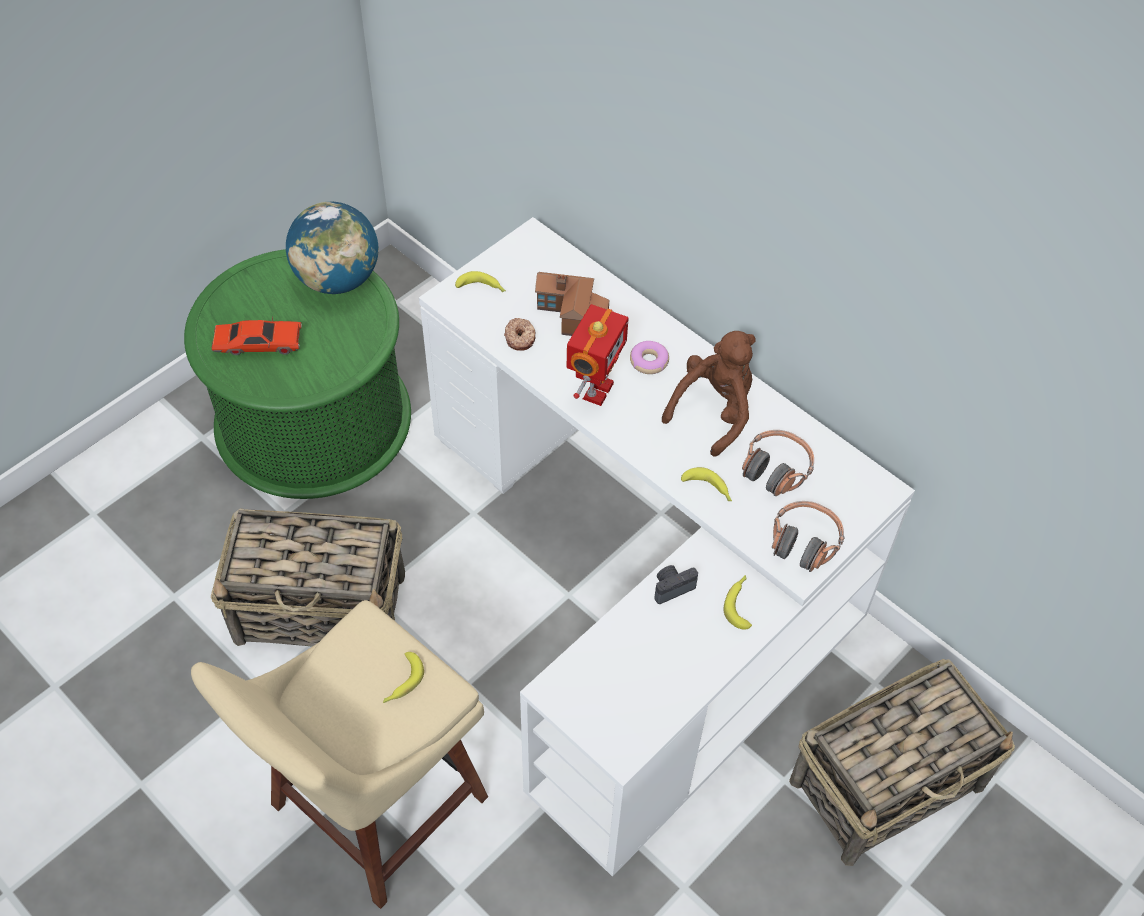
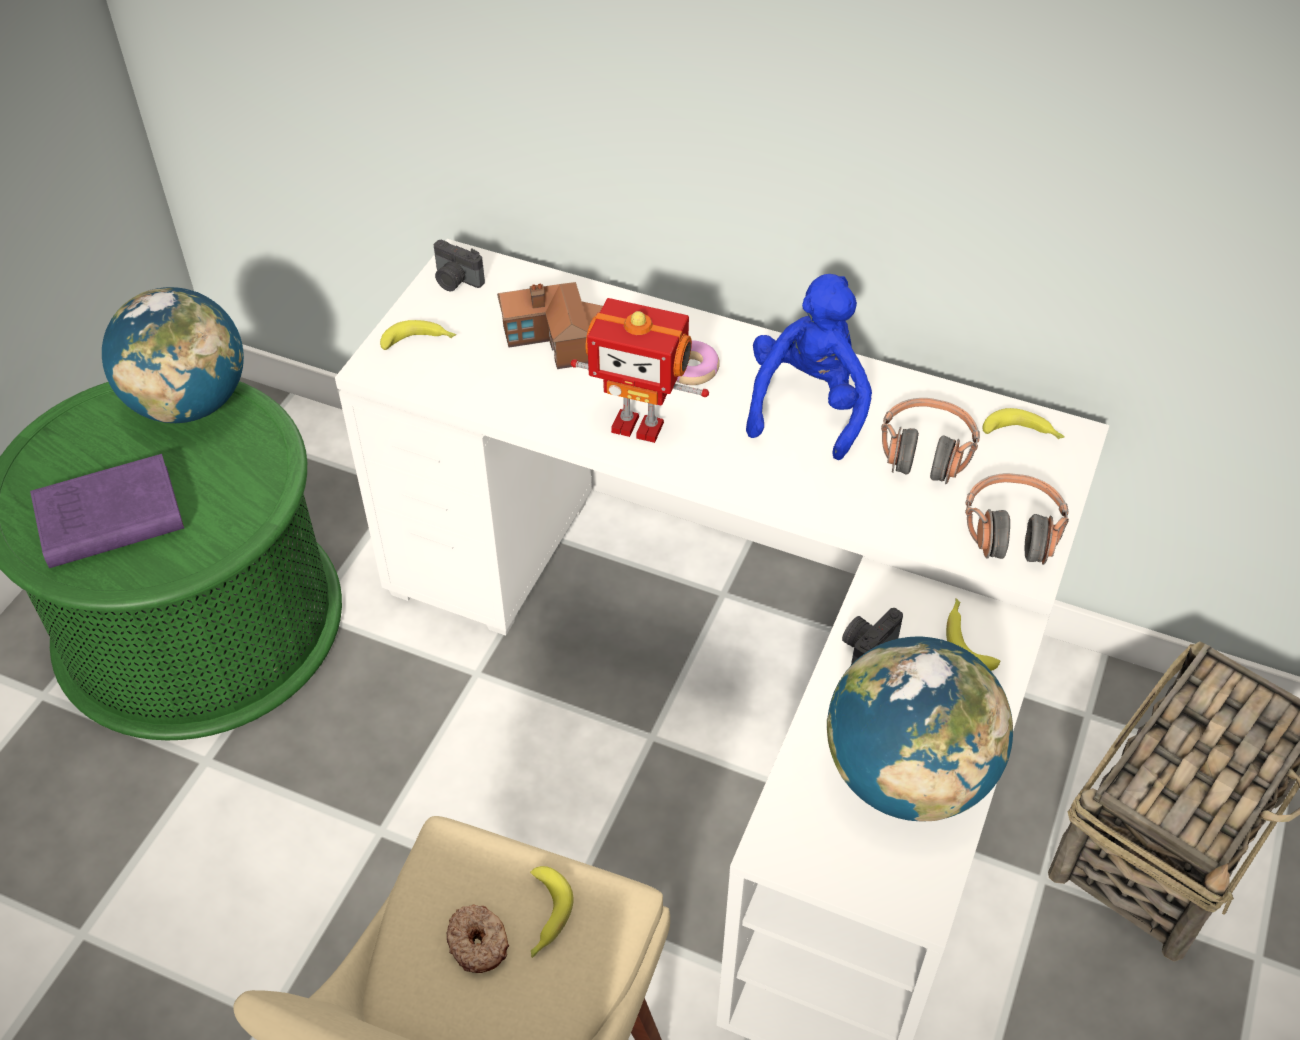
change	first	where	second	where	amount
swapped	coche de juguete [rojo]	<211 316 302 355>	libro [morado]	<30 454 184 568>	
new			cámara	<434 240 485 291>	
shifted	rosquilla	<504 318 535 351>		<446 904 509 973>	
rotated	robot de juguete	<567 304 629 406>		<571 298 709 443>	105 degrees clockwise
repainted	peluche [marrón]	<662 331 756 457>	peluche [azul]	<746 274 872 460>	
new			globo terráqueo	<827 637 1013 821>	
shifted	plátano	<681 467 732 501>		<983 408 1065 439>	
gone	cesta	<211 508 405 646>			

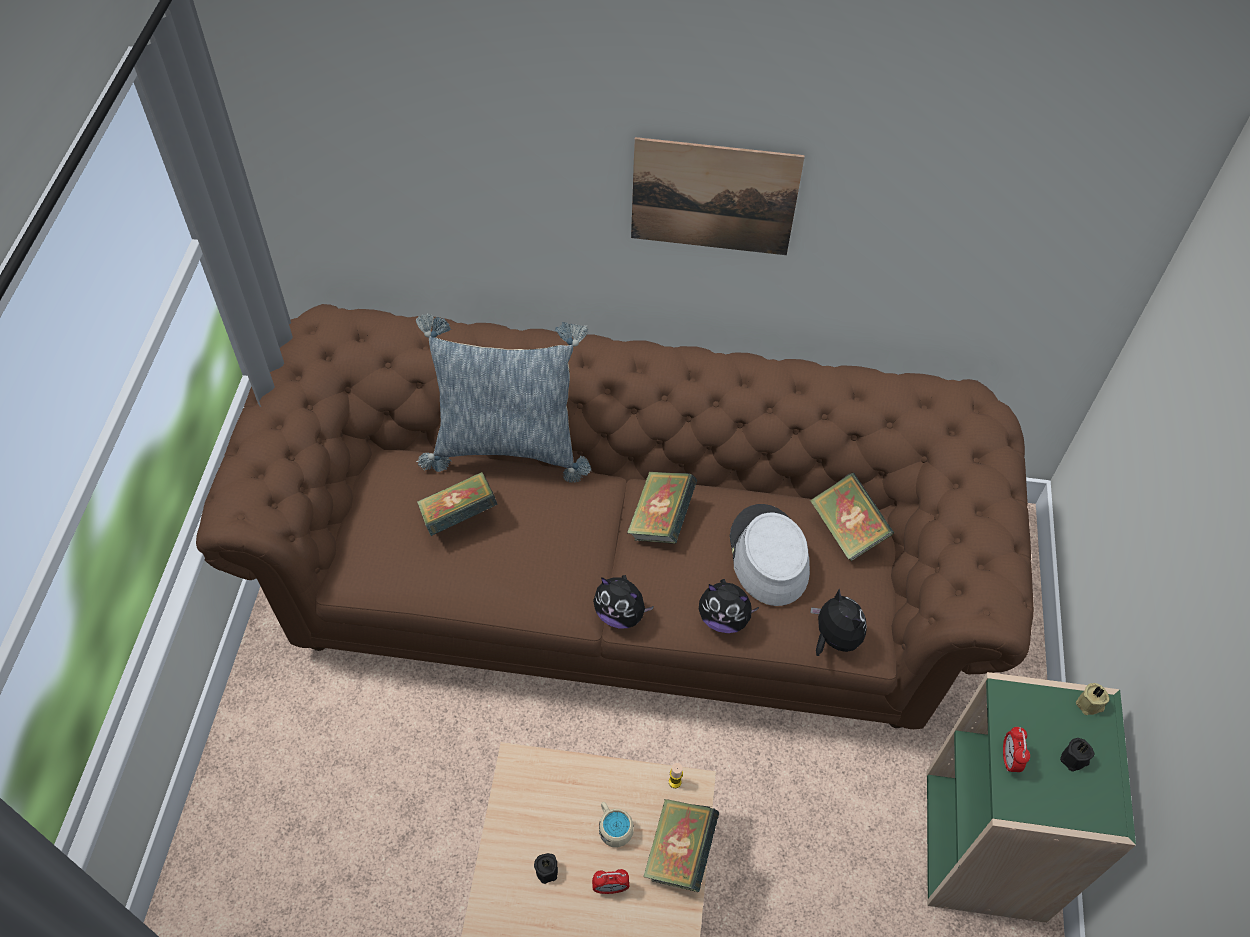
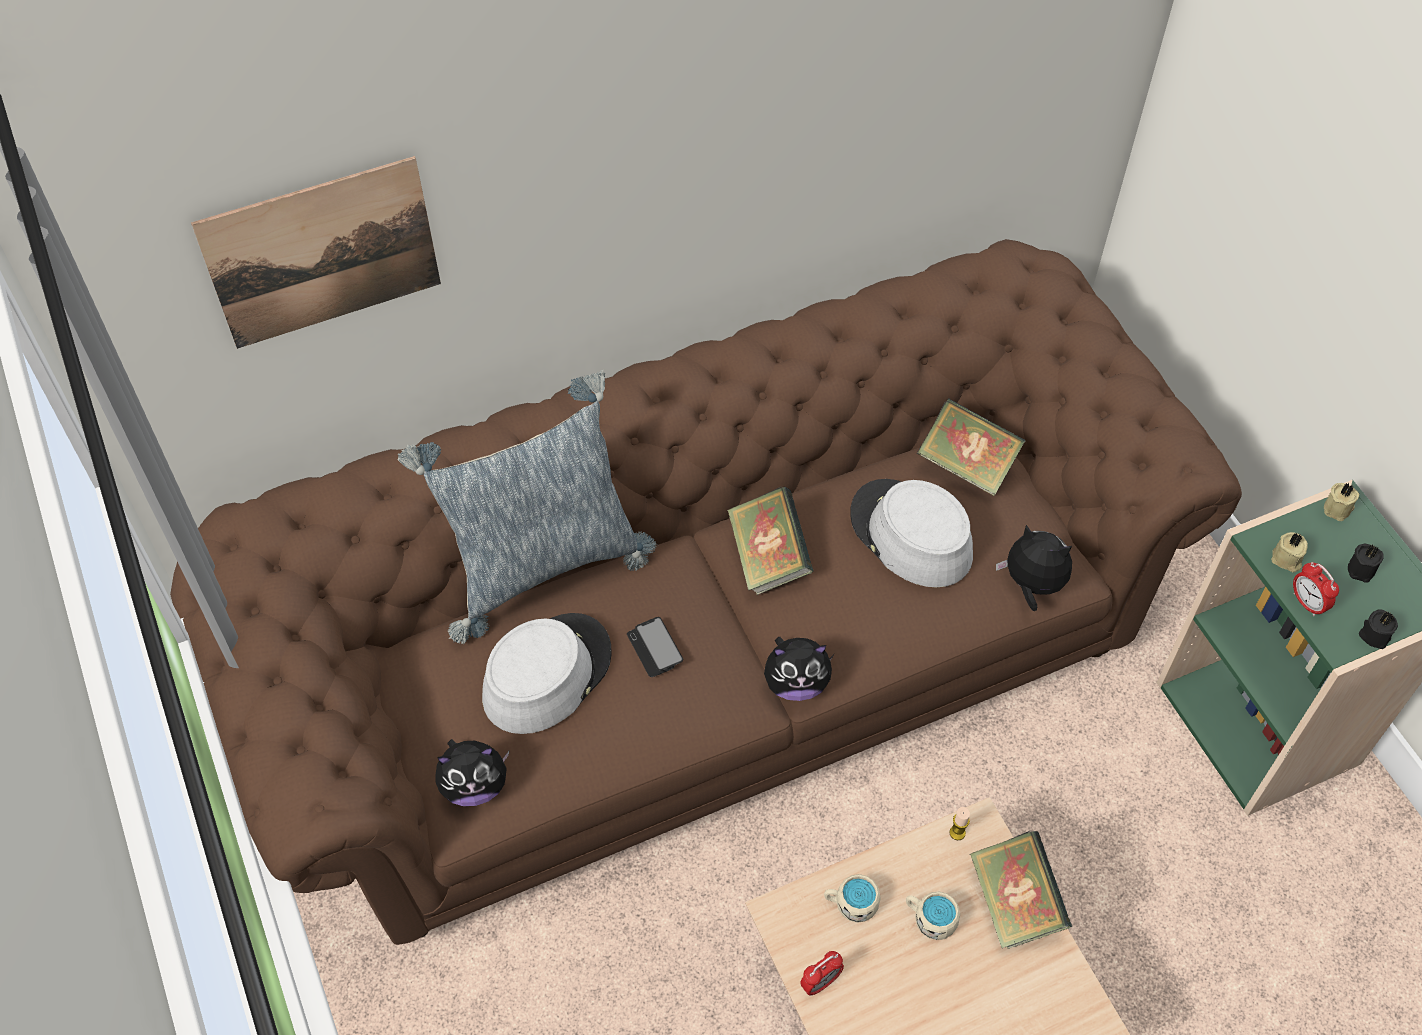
change	first	where	second	where	amount
shifted	cuadro	<631 137 805 255>		<191 156 441 349>	
shifted	peluche	<699 579 759 633>		<435 739 509 806>	
swapped	libro	<417 472 498 536>	sombrero [gris]	<482 613 612 734>	
new			móvil	<627 617 683 677>	
shifted	despertador	<592 869 629 894>		<800 951 844 996>	
new			taza grande [beis]	<824 874 880 923>	
new			vela [beis]	<1271 532 1308 572>	
shifted	vela [negro]	<534 853 558 884>		<1359 610 1398 649>	

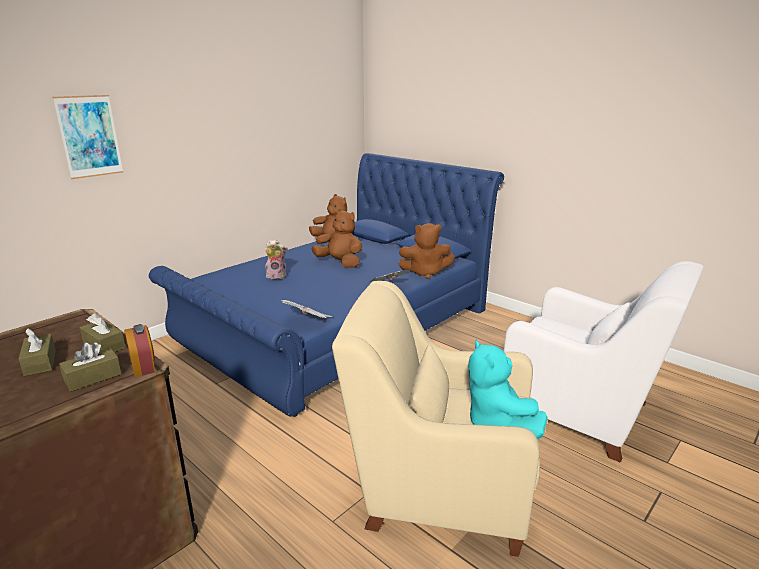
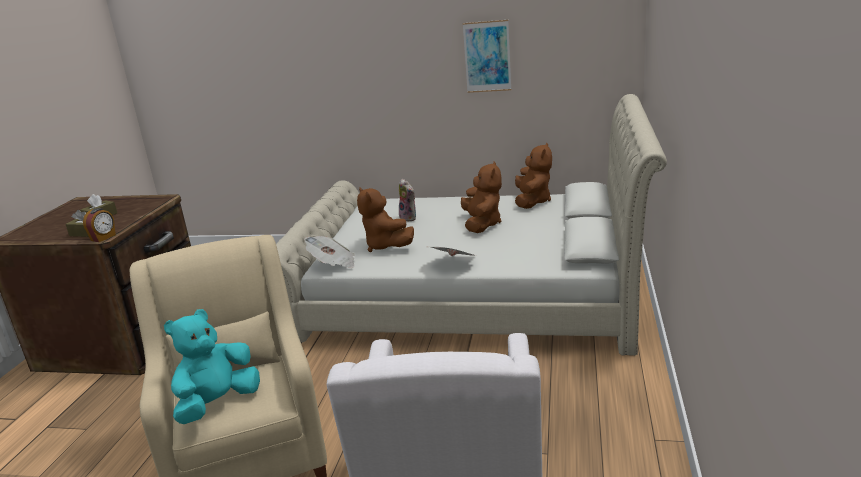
change	first	where	second	where	amount
repainted	cama [azul]	<149 153 504 417>	cama [beis]	<276 94 667 356>	
shifted	peluche [marrón]	<398 223 455 279>		<357 188 414 252>	
shifted	cuadro	<53 95 123 179>		<463 20 511 93>	
gone	caja de pañuelos [marrón]	<80 313 126 352>			

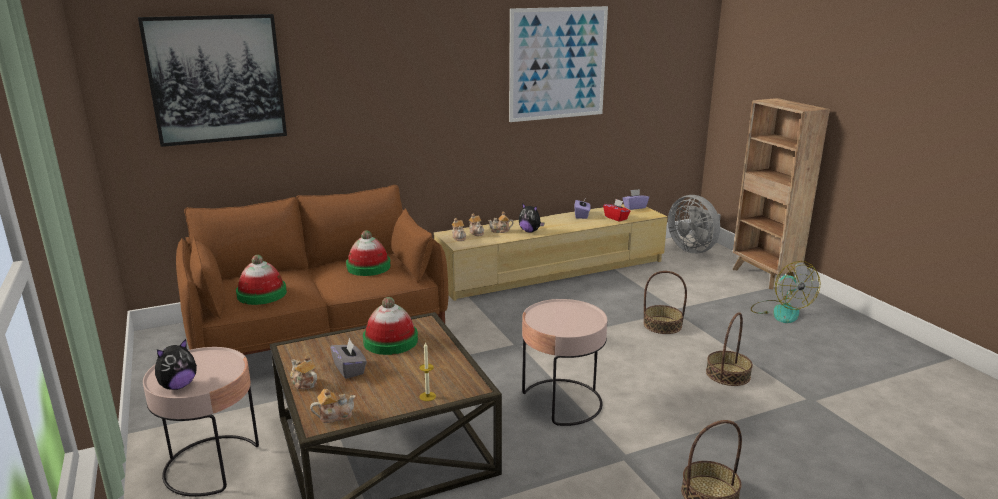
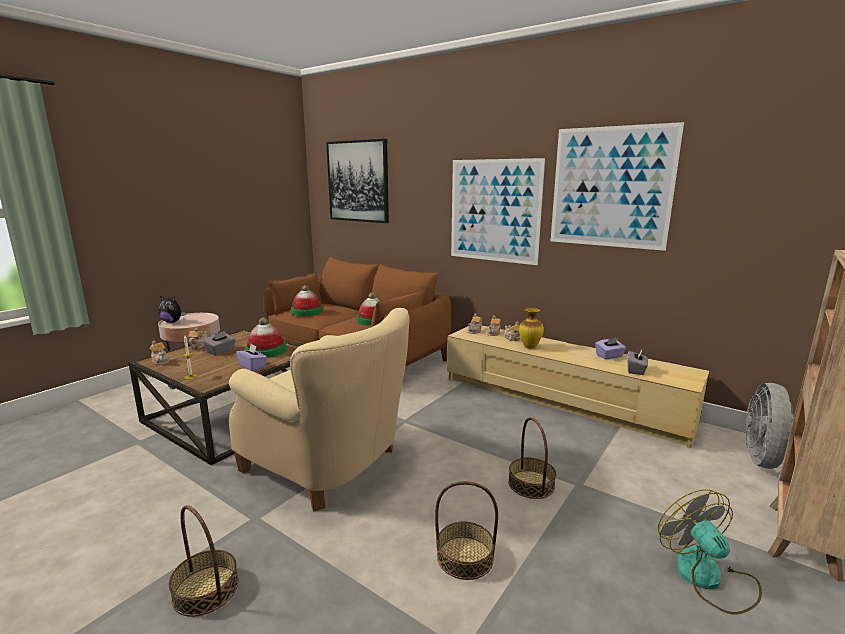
change	first	where	second	where	amount
swapped	mesa auxiliar [rosa]	<522 299 607 426>	sillón [beis]	<229 308 410 512>	
shifted	caja de pañuelos [morado]	<622 189 649 210>		<236 344 267 371>	
new			cuadro	<451 158 545 265>	
swapped	peluche	<519 203 544 233>	florero	<519 308 544 349>	
repainted	caja de pañuelos [rojo]	<603 199 630 222>	caja de pañuelos [gris]	<627 350 648 375>	
rotated	ventilador	<751 261 820 323>		<658 489 762 615>	120 degrees clockwise

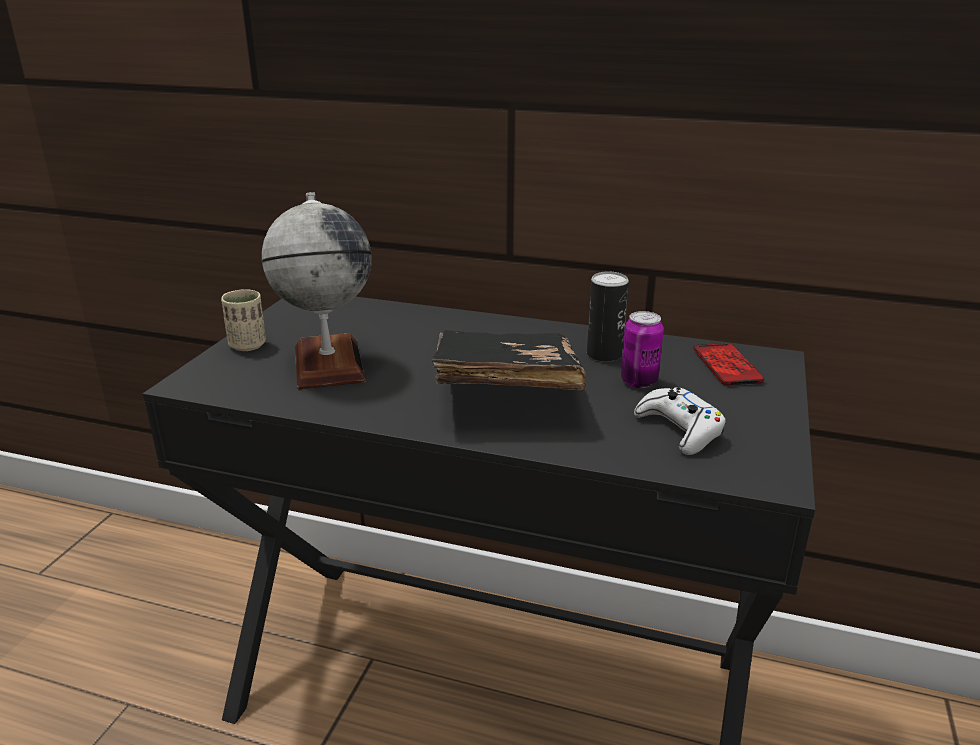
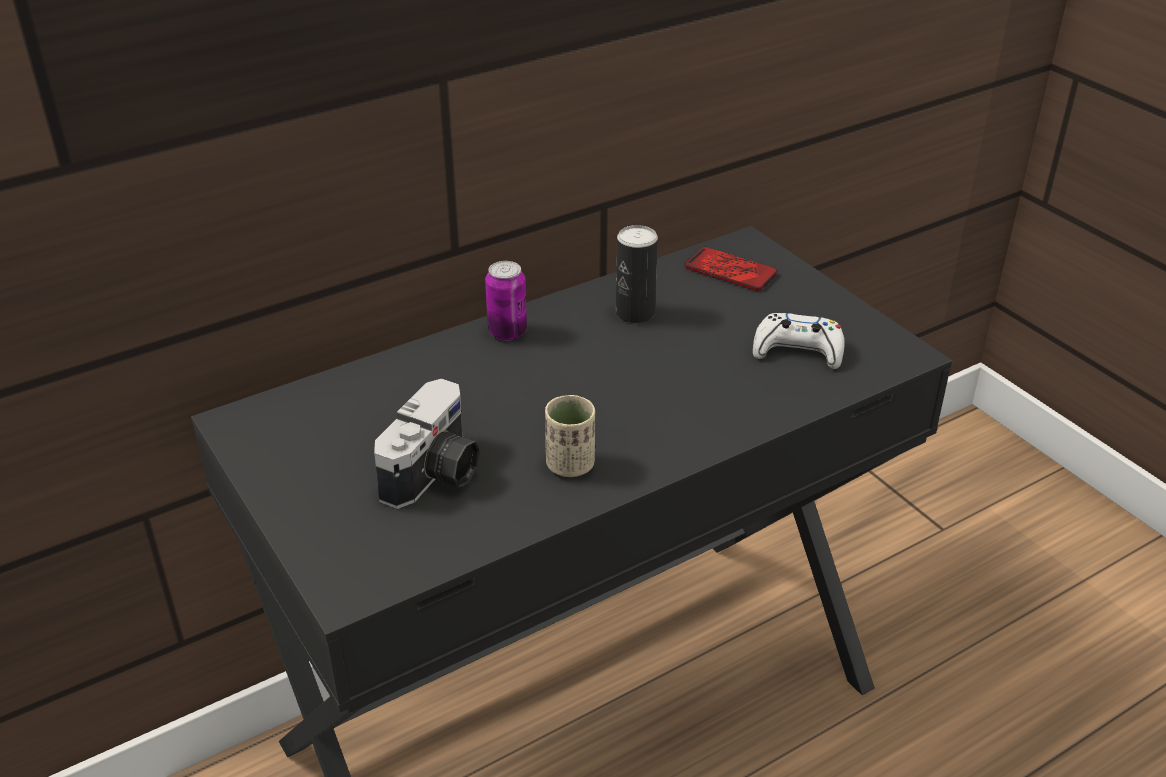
change	first	where	second	where	amount
swapped	globo terráqueo	<262 192 371 389>	cámara	<374 378 480 509>	
shifted	lata	<621 311 664 388>		<485 261 527 341>	
shifted	taza [beis]	<221 289 266 351>		<545 395 595 477>	
gone	libro [negro]	<432 330 586 390>			

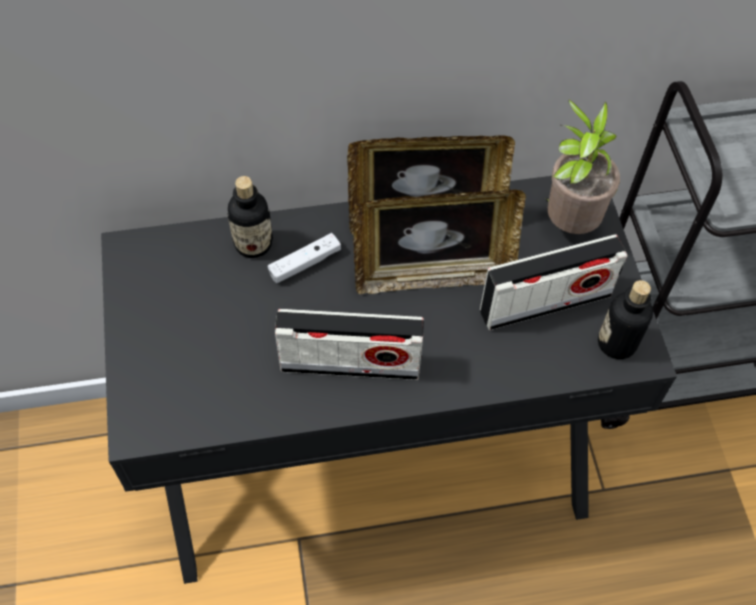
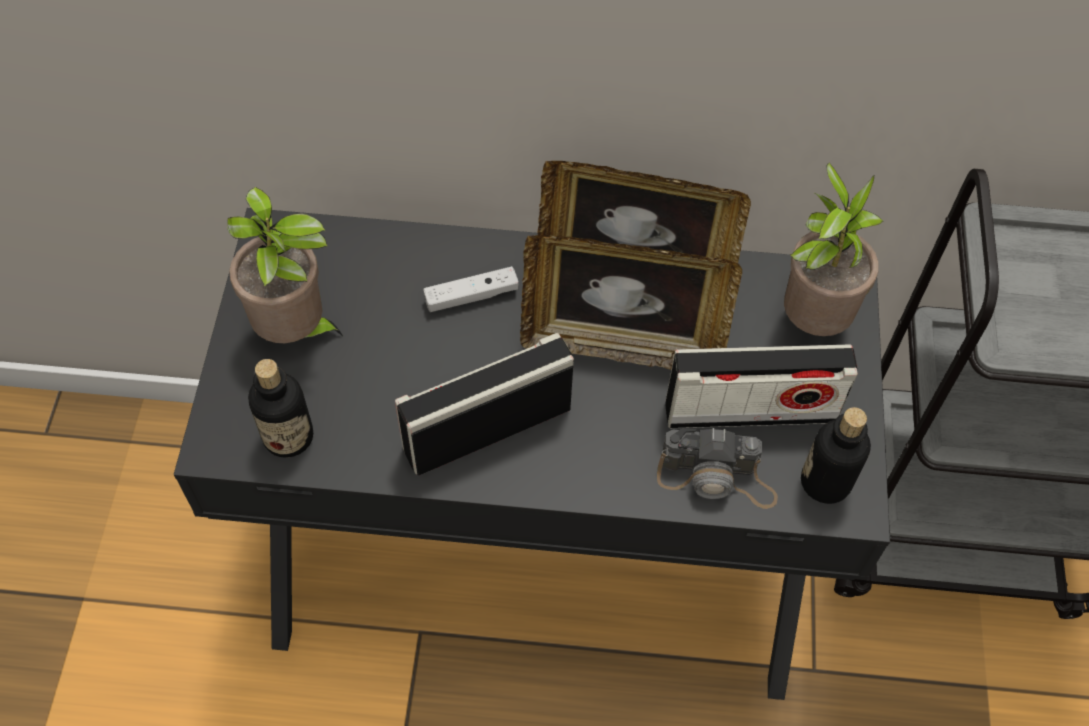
change	first	where	second	where	amount
new			planta en maceta	<227 187 343 343>	
shifted	botella	<227 176 273 258>		<248 359 313 458>	
rotated	radio	<275 309 424 380>		<395 333 574 476>	135 degrees clockwise
new			cámara	<657 428 778 509>	

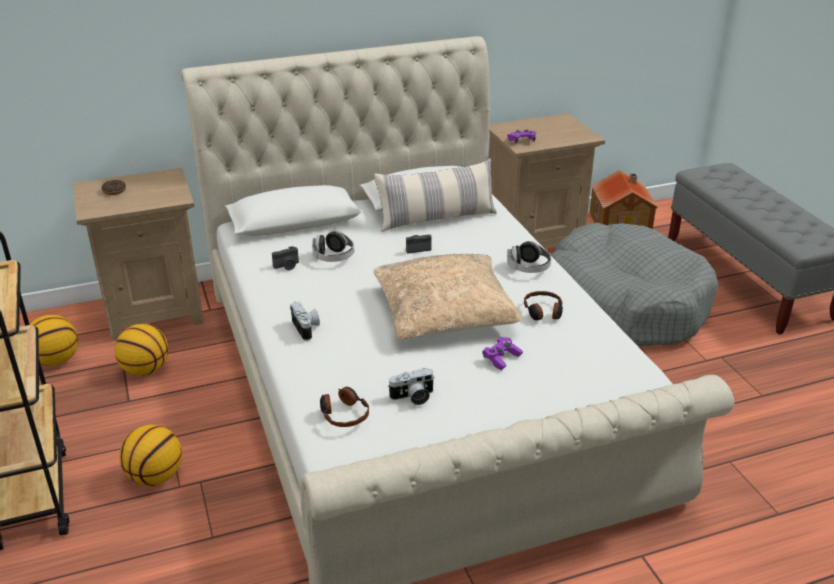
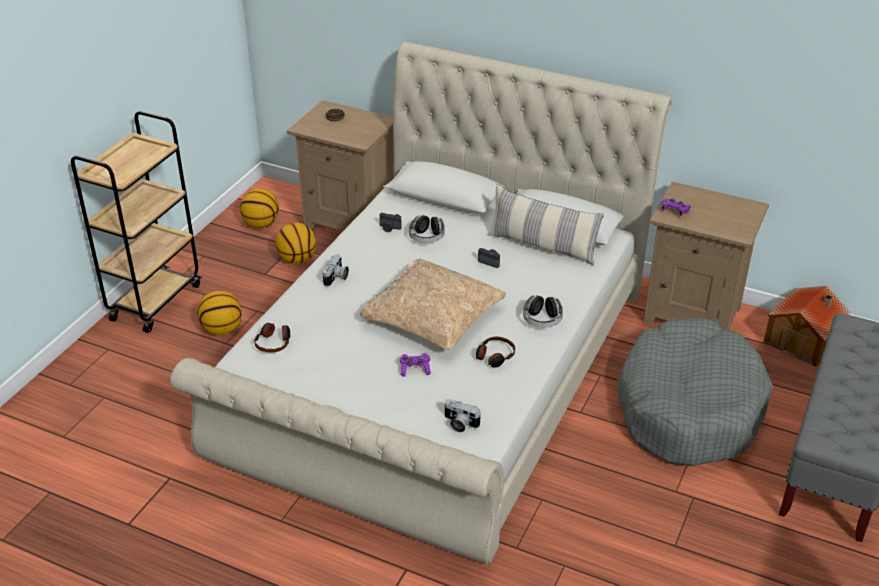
change	first	where	second	where	amount
shifted	cámara	<388 368 434 405>		<444 399 481 432>	

